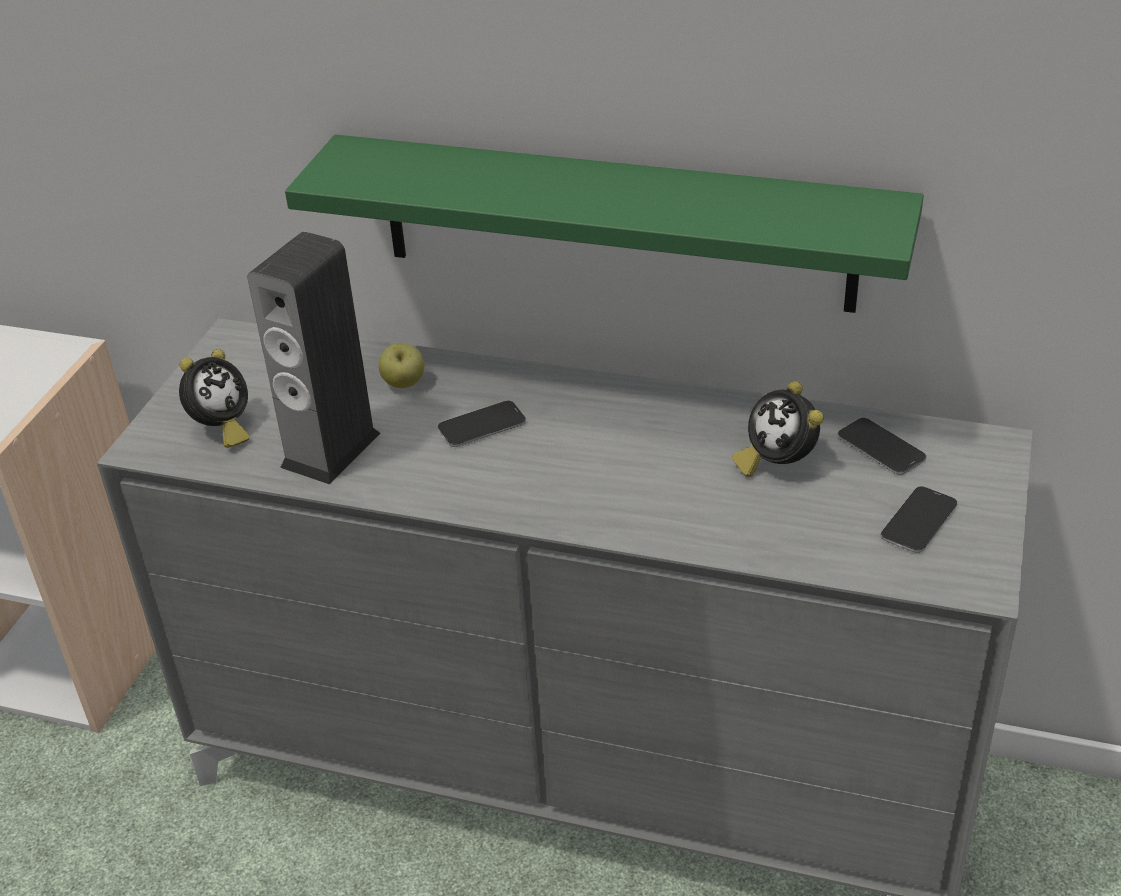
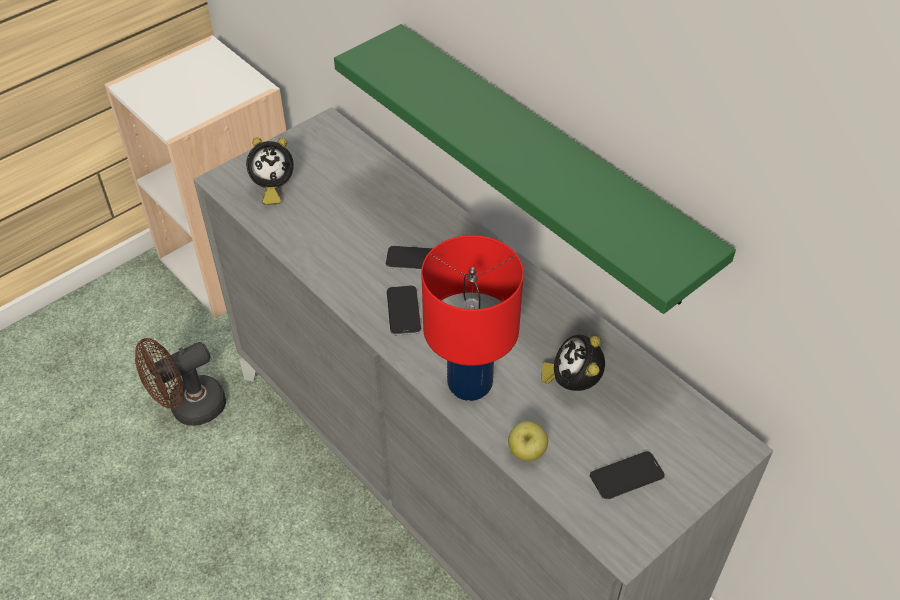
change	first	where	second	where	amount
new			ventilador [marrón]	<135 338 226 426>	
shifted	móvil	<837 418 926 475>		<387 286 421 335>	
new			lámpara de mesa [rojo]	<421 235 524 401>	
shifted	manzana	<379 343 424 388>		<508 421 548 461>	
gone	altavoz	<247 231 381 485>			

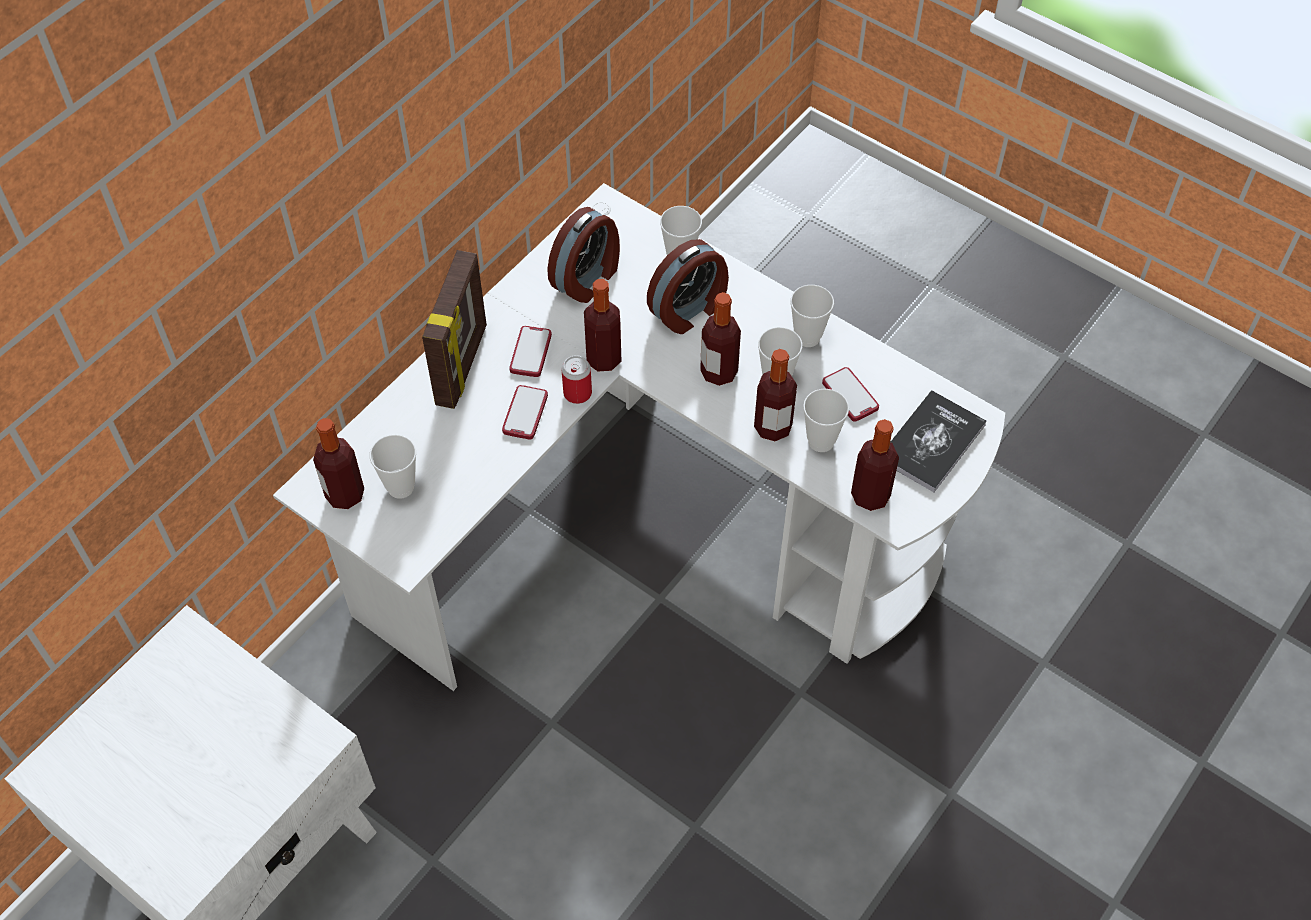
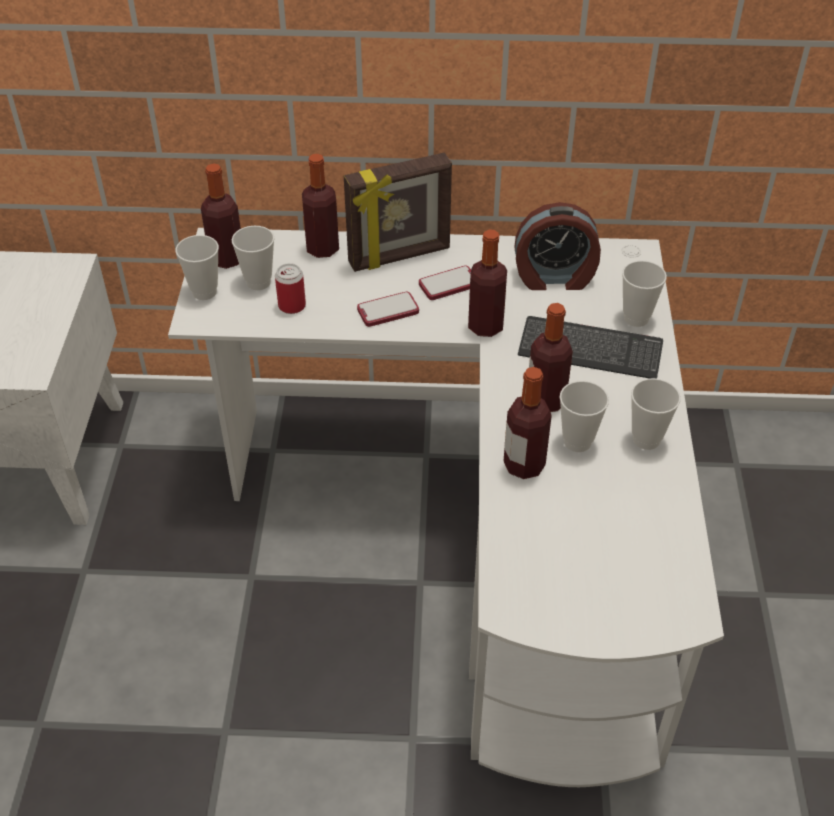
change	first	where	second	where	amount
shifted	taza	<803 389 849 452>		<176 235 219 300>	
shifted	lata	<561 355 592 404>		<275 263 306 314>	
shifted	botella	<851 419 899 511>		<302 154 339 258>	
swapped	despertador	<647 239 729 334>	teclado	<518 316 663 379>	
gone	móvil	<822 367 879 422>			
gone	libro	<891 390 986 492>			

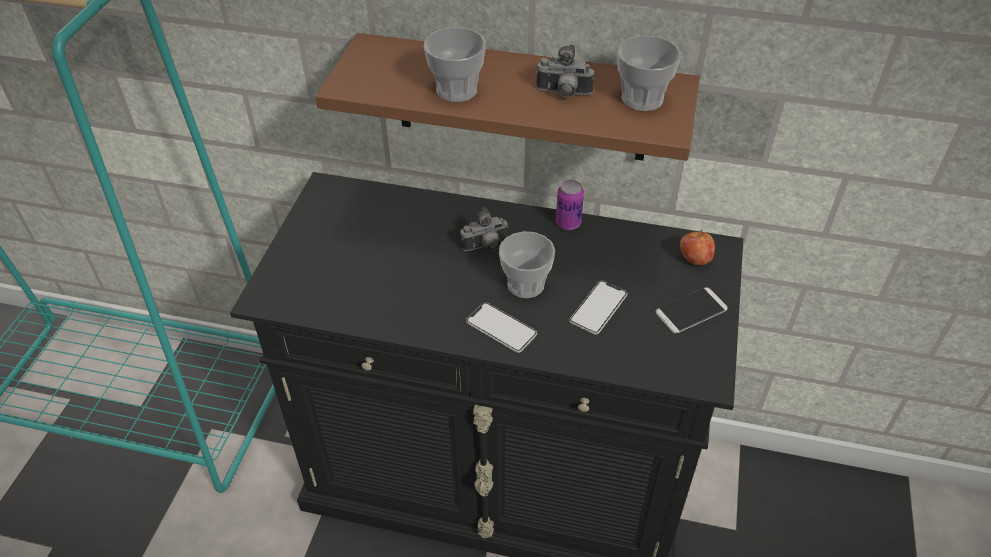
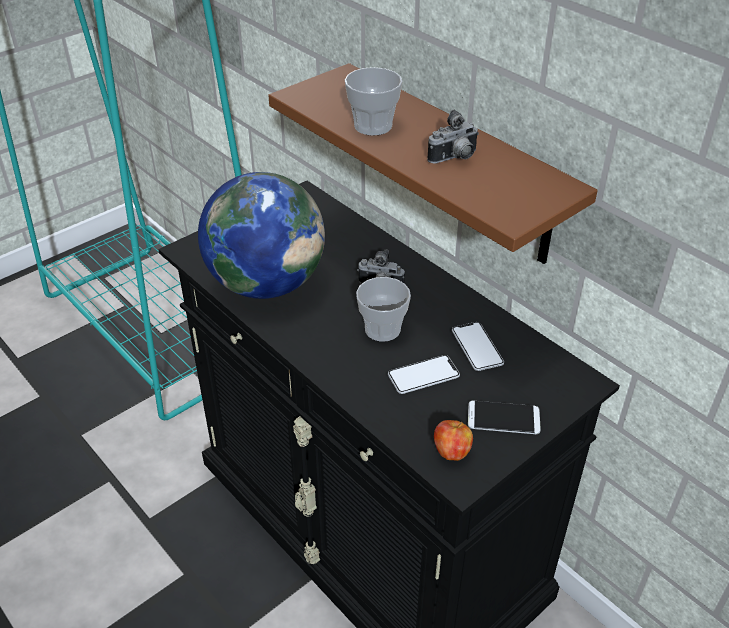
change	first	where	second	where	amount
new			globo terráqueo	<198 172 325 299>	
rotated	cámara	<536 44 594 98>		<427 110 479 163>	75 degrees counterclockwise
shifted	manzana	<680 230 715 265>		<434 420 473 461>	
shifted	móvil	<466 302 537 353>		<452 322 504 371>	
gone	lata	<556 180 584 230>			
gone	taza	<617 35 681 111>			

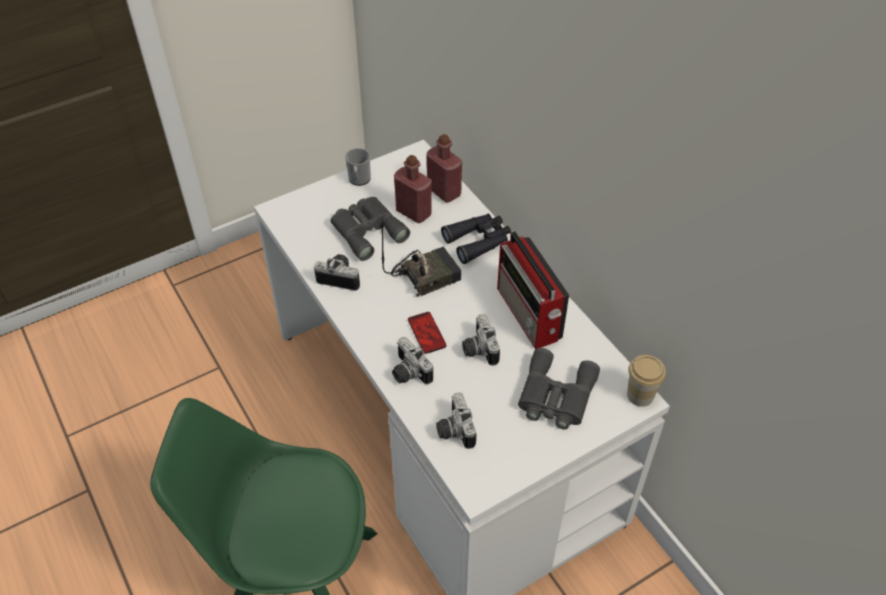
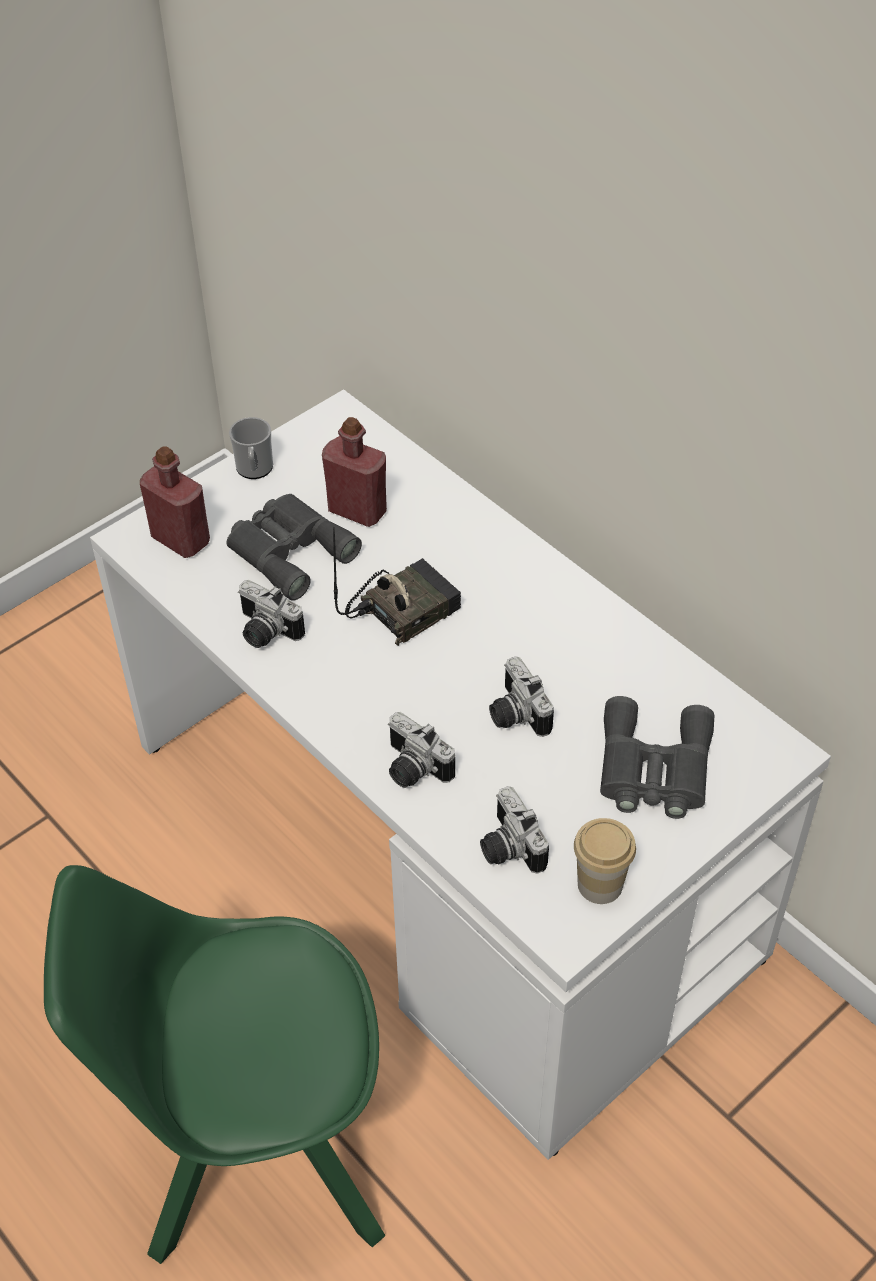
change	first	where	second	where	amount
shifted	botella [rojo]	<426 134 462 202>		<140 447 210 558>	
rotated	cámara	<314 254 360 291>		<238 580 305 648>	150 degrees counterclockwise
shifted	taza	<627 355 666 407>		<574 818 636 904>	
gone	móvil	<408 312 446 354>			
gone	prismáticos [negro]	<441 214 511 264>			
gone	radio	<497 231 569 349>			

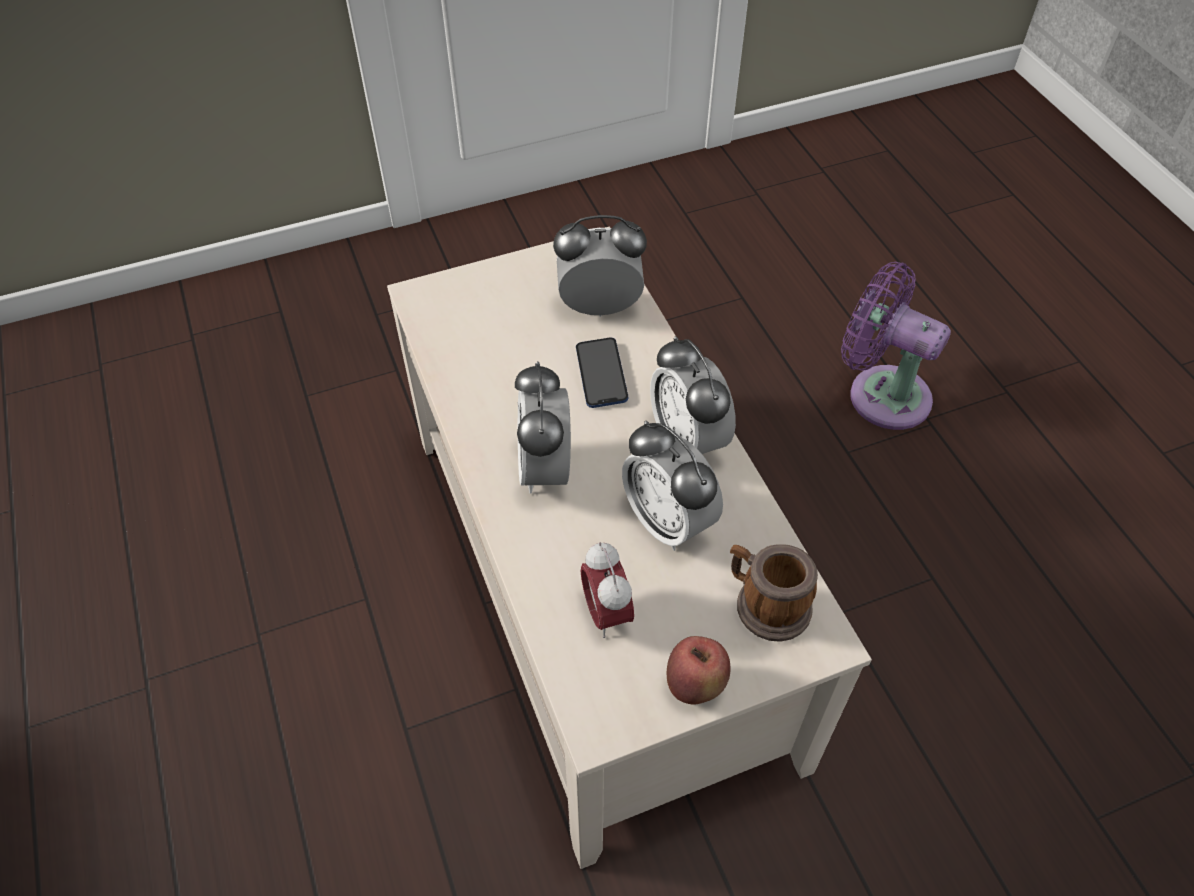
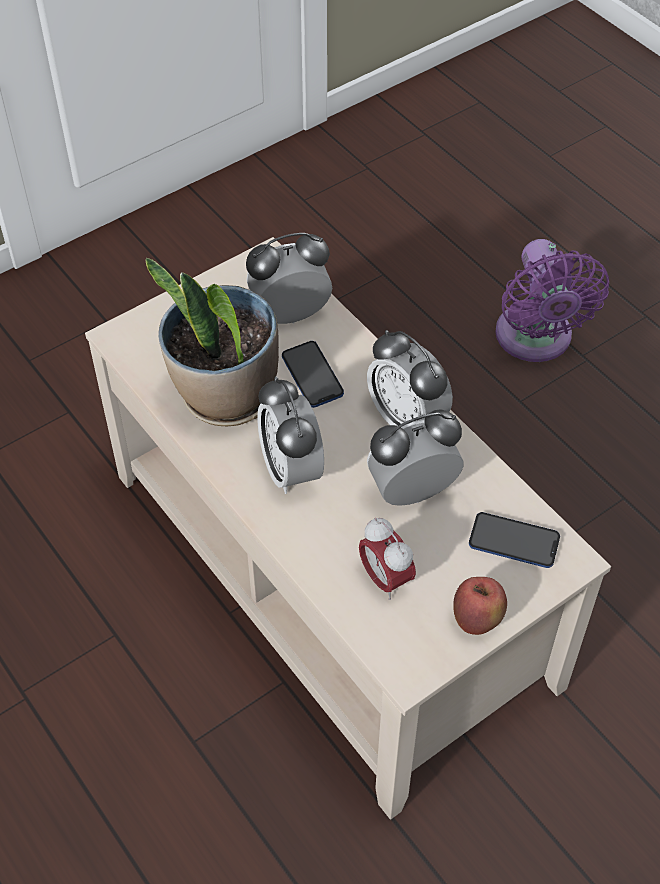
change	first	where	second	where	amount
new			planta en maceta	<145 258 279 426>	
rotated	despertador	<622 421 723 551>		<367 410 463 506>	120 degrees clockwise
swapped	taza grande	<730 544 818 642>	móvil	<469 512 560 568>	
rotated	ventilador [morado]	<841 262 951 430>		<495 239 609 362>	120 degrees counterclockwise

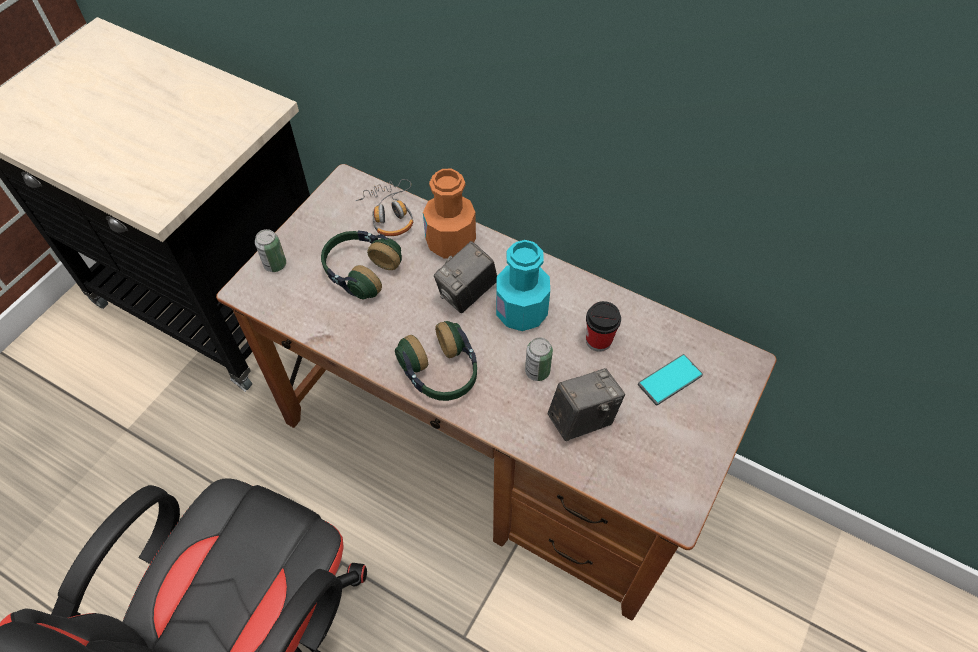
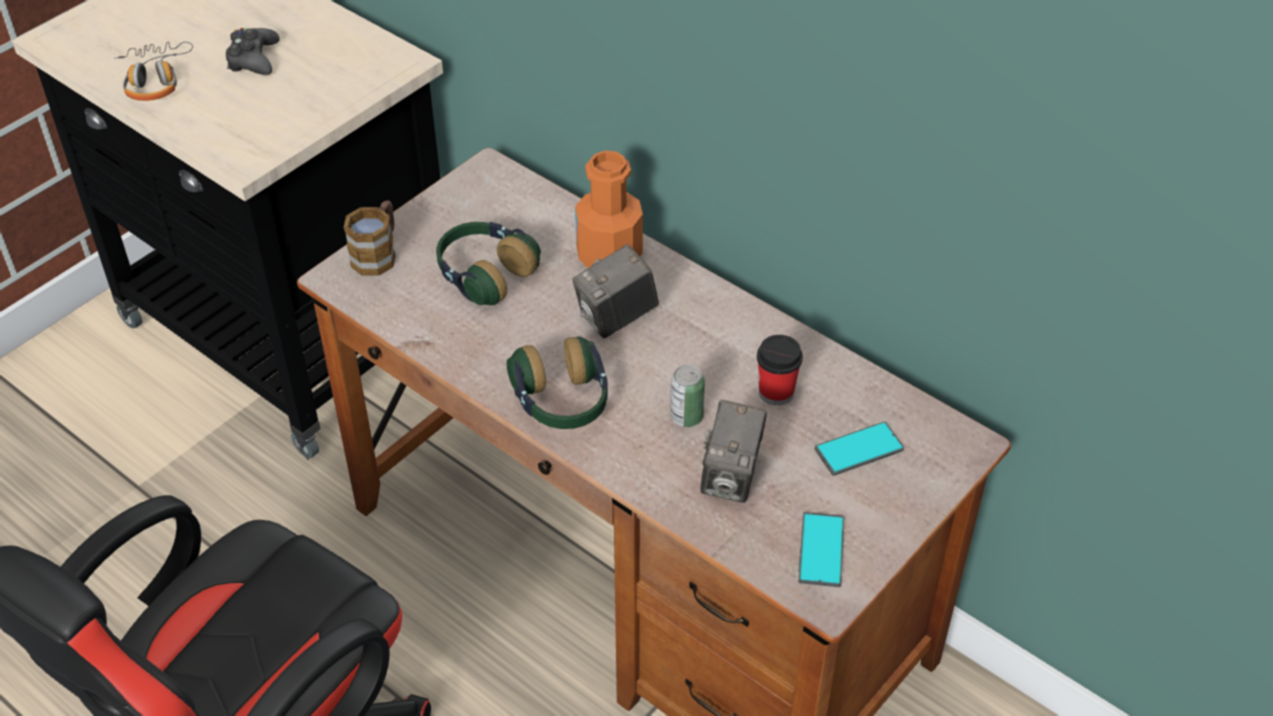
change	first	where	second	where	amount
shifted	auriculares	<355 179 413 236>		<114 42 193 101>	
new			mando de consola [negro]	<226 28 280 75>	
swapped	lata	<255 229 286 272>	taza grande	<344 200 396 276>	
rotated	cámara	<548 368 625 442>		<700 400 767 503>	120 degrees clockwise
new			móvil	<798 512 844 587>	
gone	botella [turquesa]	<496 240 550 331>			

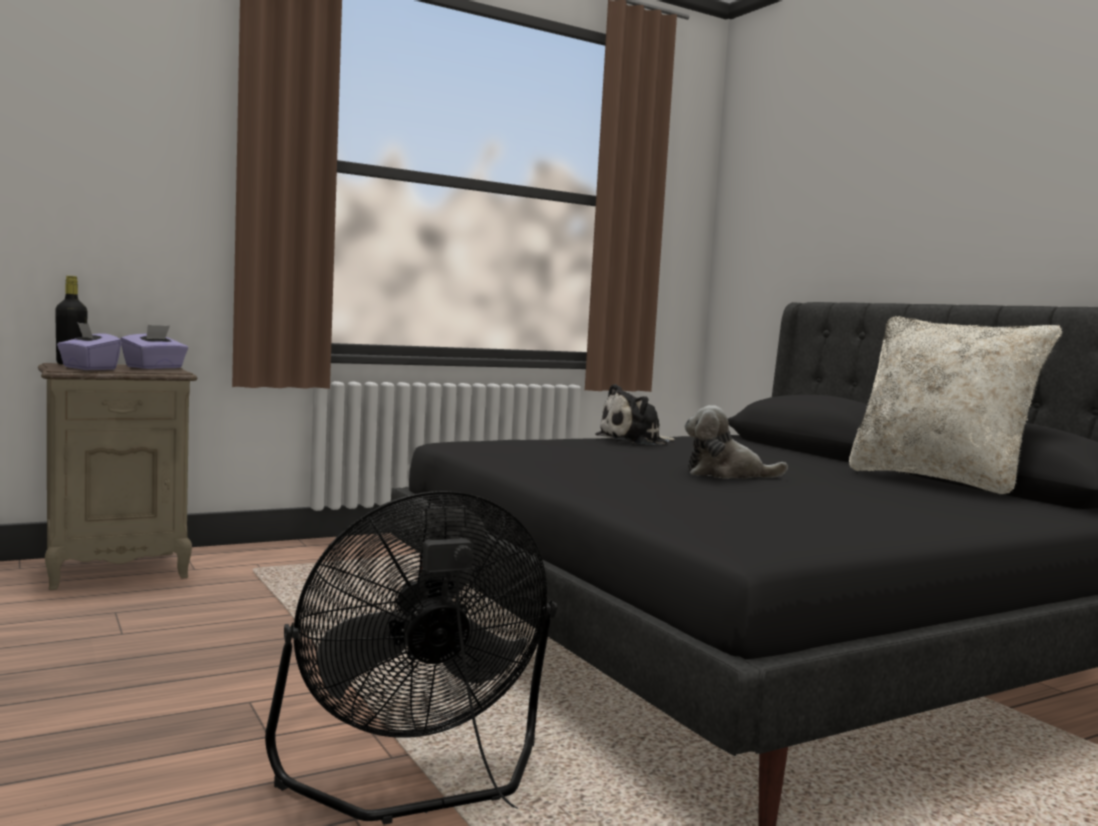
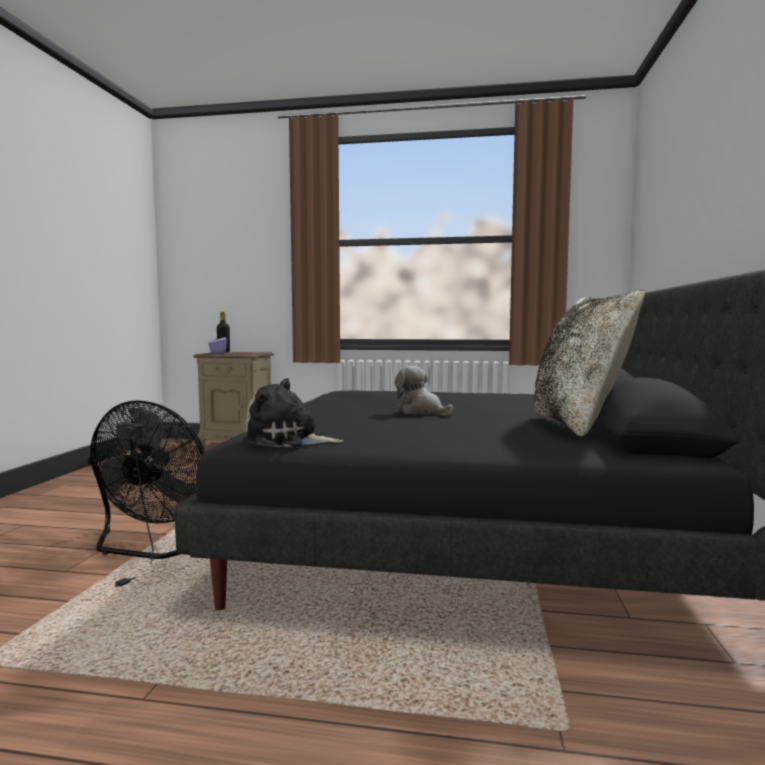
change	first	where	second	where	amount
shifted	peluche	<595 384 675 445>		<243 378 343 447>	
gone	caja de pañuelos [morado]	<121 325 188 369>			

